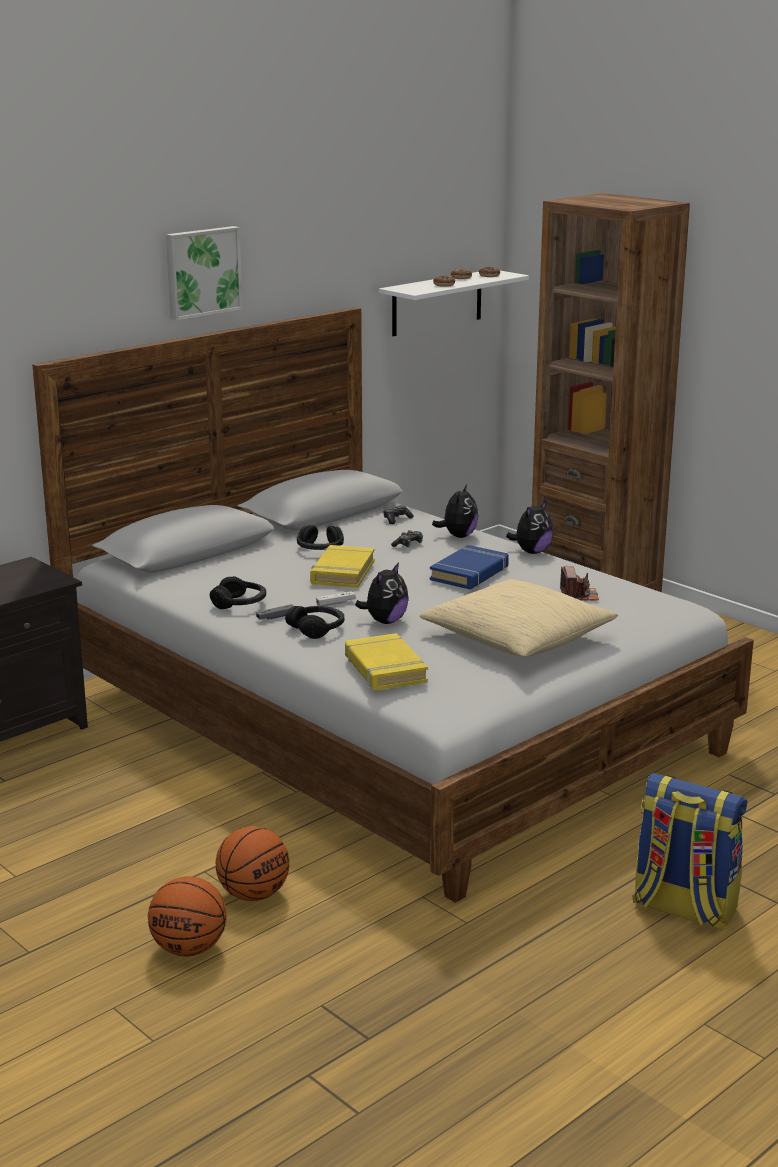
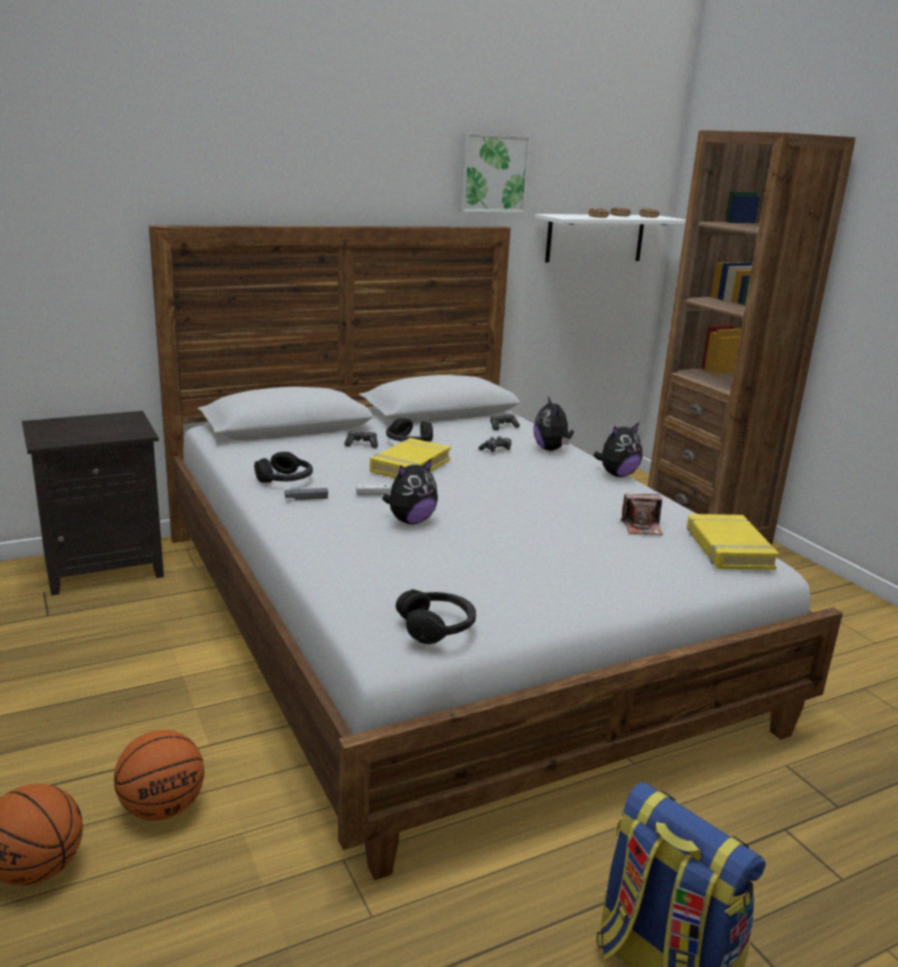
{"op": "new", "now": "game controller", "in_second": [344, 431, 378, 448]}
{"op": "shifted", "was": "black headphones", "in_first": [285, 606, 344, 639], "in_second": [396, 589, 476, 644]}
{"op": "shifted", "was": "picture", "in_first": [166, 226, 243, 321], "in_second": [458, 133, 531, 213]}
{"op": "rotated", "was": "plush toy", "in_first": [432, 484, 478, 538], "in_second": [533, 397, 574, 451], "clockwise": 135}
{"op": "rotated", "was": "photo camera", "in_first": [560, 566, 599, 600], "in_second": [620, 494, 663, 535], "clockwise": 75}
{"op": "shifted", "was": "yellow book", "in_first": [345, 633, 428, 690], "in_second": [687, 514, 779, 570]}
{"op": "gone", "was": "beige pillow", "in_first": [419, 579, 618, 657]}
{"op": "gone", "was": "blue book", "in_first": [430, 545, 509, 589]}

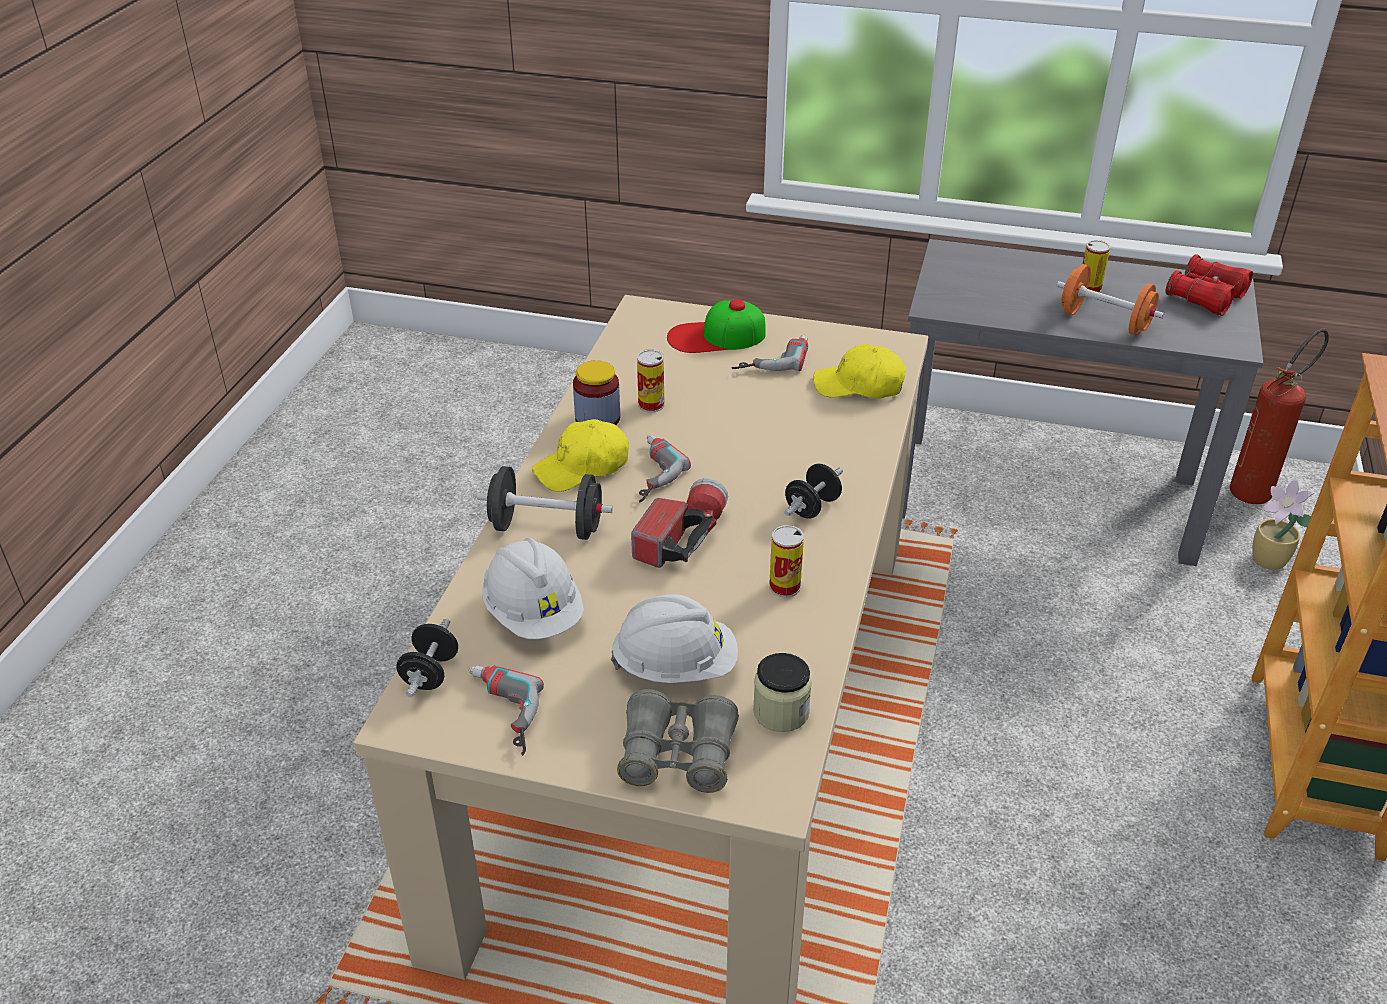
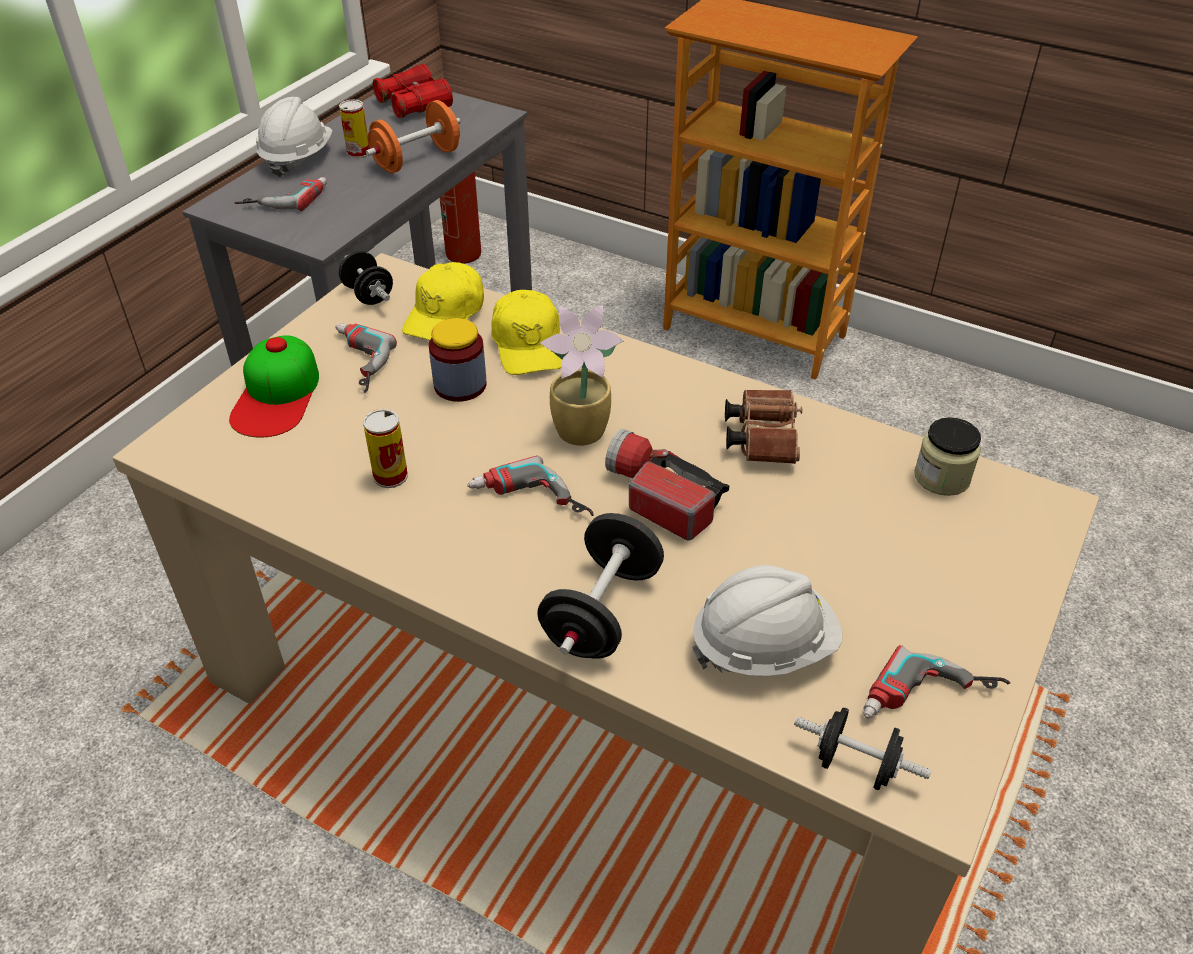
{"op": "new", "now": "power drill", "in_second": [234, 177, 327, 211]}
{"op": "shifted", "was": "white hard hat", "in_first": [611, 594, 738, 683], "in_second": [256, 97, 333, 177]}
{"op": "shifted", "was": "black dumbbell", "in_first": [784, 463, 843, 519], "in_second": [339, 251, 393, 305]}
{"op": "shifted", "was": "jar", "in_first": [573, 360, 620, 425], "in_second": [429, 318, 487, 402]}
{"op": "shifted", "was": "yellow cap", "in_first": [532, 419, 629, 492], "in_second": [491, 290, 562, 375]}
{"op": "shifted", "was": "potted plant", "in_first": [1253, 478, 1314, 570], "in_second": [540, 305, 624, 446]}
{"op": "swapped", "was": "can", "now": "brown binoculars", "in_first": [769, 525, 804, 598], "in_second": [725, 390, 802, 464]}
{"op": "gone", "was": "grey binoculars", "in_first": [617, 689, 739, 793]}

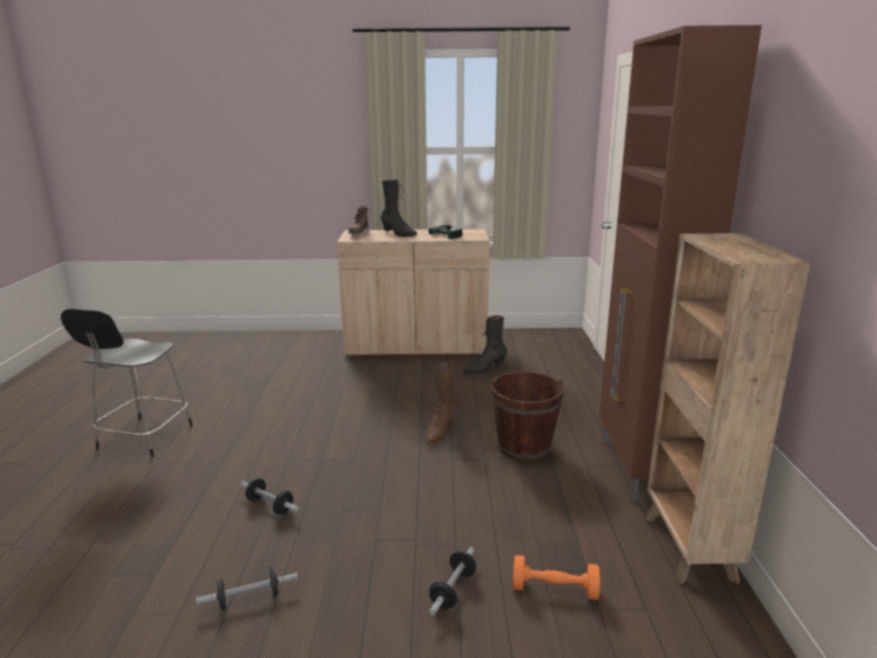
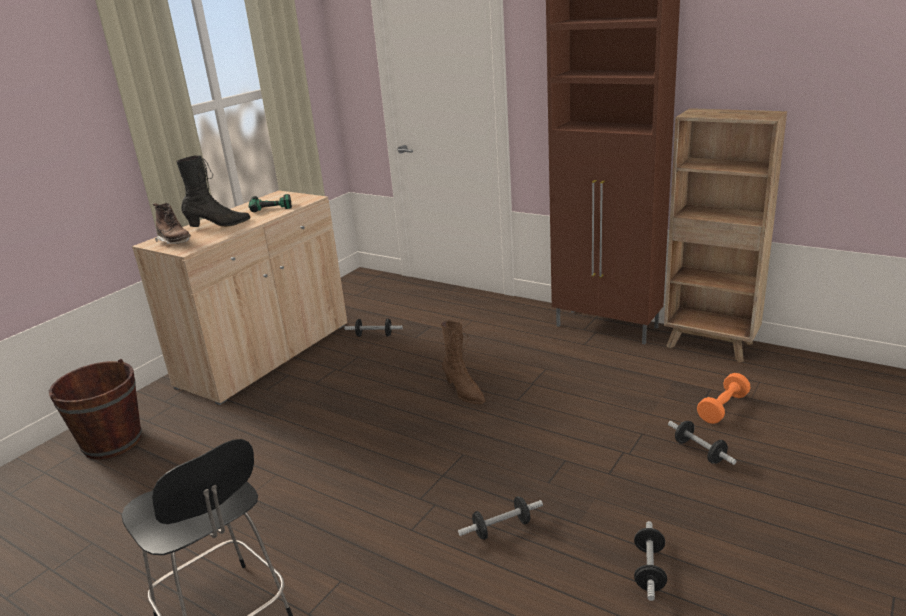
{"op": "shifted", "was": "brown bucket", "in_first": [491, 371, 564, 461], "in_second": [49, 359, 142, 459]}
{"op": "swapped", "was": "black boot", "now": "dumbbell", "in_first": [463, 315, 507, 375], "in_second": [345, 319, 403, 337]}

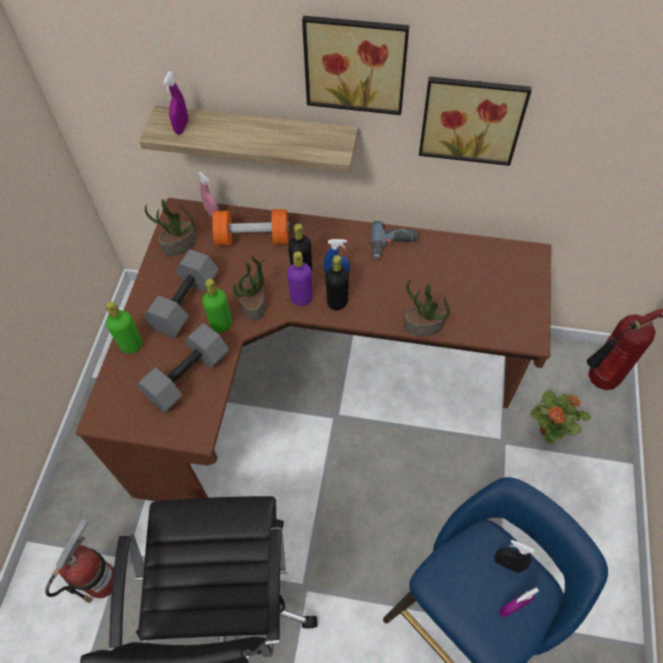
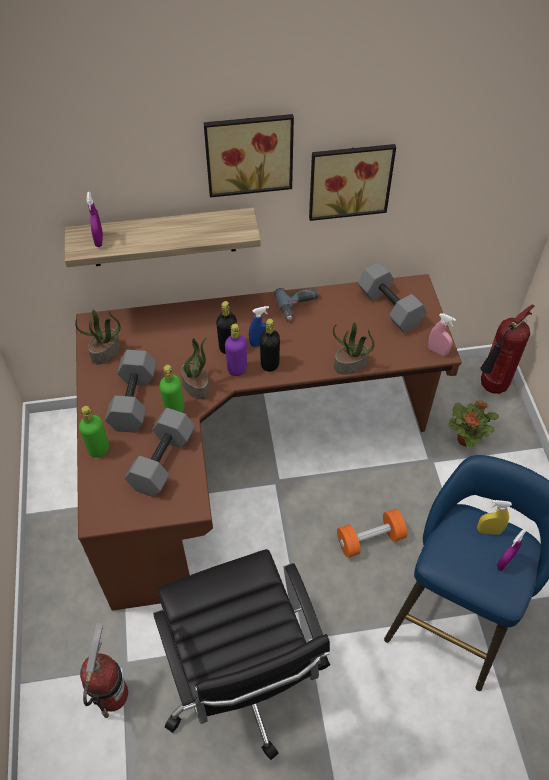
{"op": "shifted", "was": "orange dumbbell", "in_first": [212, 209, 289, 246], "in_second": [337, 509, 407, 558]}
{"op": "new", "now": "grey dumbbell", "in_second": [357, 262, 427, 333]}
{"op": "shifted", "was": "pink spray bottle", "in_first": [198, 172, 219, 218], "in_second": [428, 313, 456, 356]}
{"op": "repainted", "was": "black spray bottle", "now": "yellow spray bottle", "in_first": [494, 540, 534, 573], "in_second": [477, 500, 512, 535]}

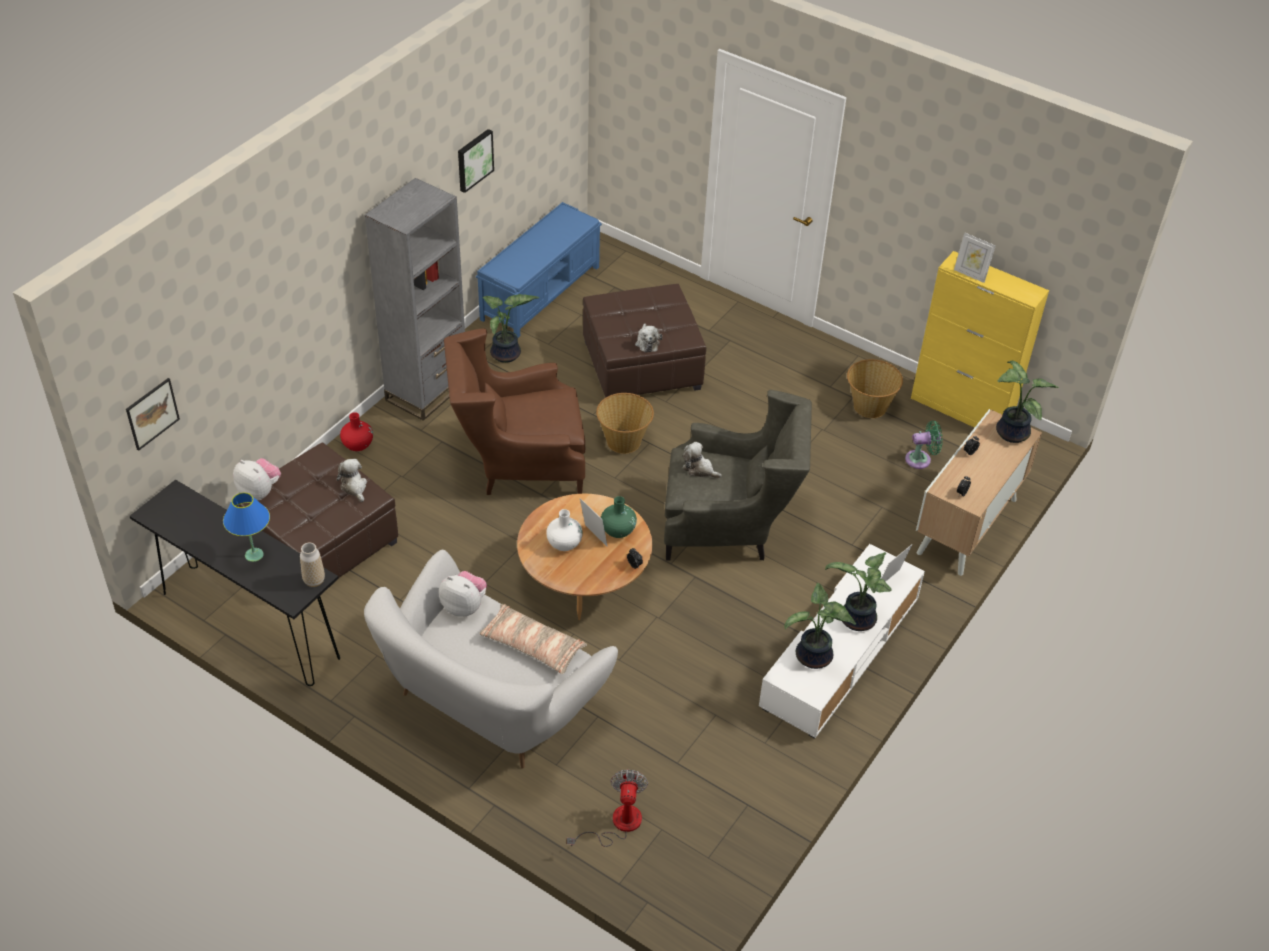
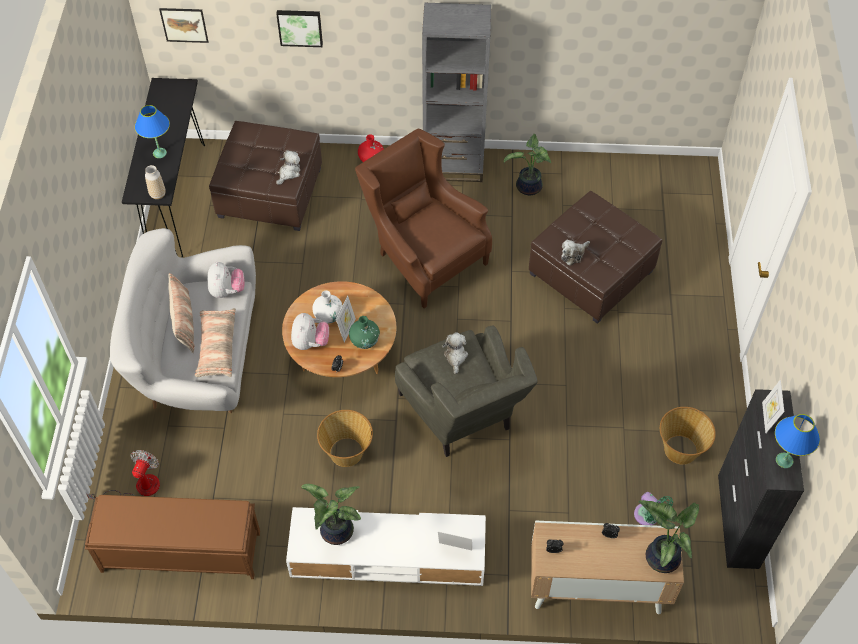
{"op": "new", "now": "brown bench", "in_second": [85, 495, 260, 579]}
{"op": "rotated", "was": "fan", "in_first": [567, 769, 648, 847], "in_second": [87, 450, 160, 499], "clockwise": -45}
{"op": "new", "now": "pillow", "in_second": [168, 273, 194, 353]}
{"op": "shifted", "was": "picture", "in_first": [458, 129, 494, 193], "in_second": [276, 10, 323, 47]}
{"op": "shifted", "was": "plush toy", "in_first": [233, 458, 281, 500], "in_second": [291, 313, 329, 350]}
{"op": "shifted", "was": "basket", "in_first": [596, 393, 654, 454], "in_second": [317, 410, 373, 467]}
{"op": "repainted", "was": "yellow cabinet", "now": "black cabinet", "in_first": [911, 251, 1049, 428], "in_second": [718, 389, 804, 569]}
{"op": "new", "now": "blue table lamp", "in_second": [775, 414, 820, 468]}
{"op": "gone", "was": "blue bench", "in_first": [476, 202, 602, 338]}
{"op": "gone", "was": "potted plant", "in_first": [825, 552, 892, 631]}

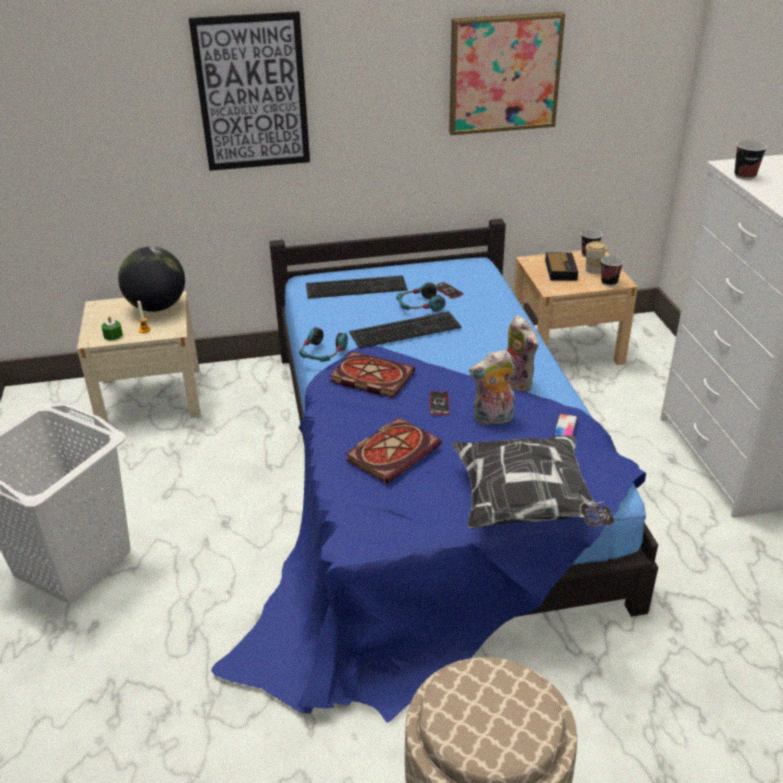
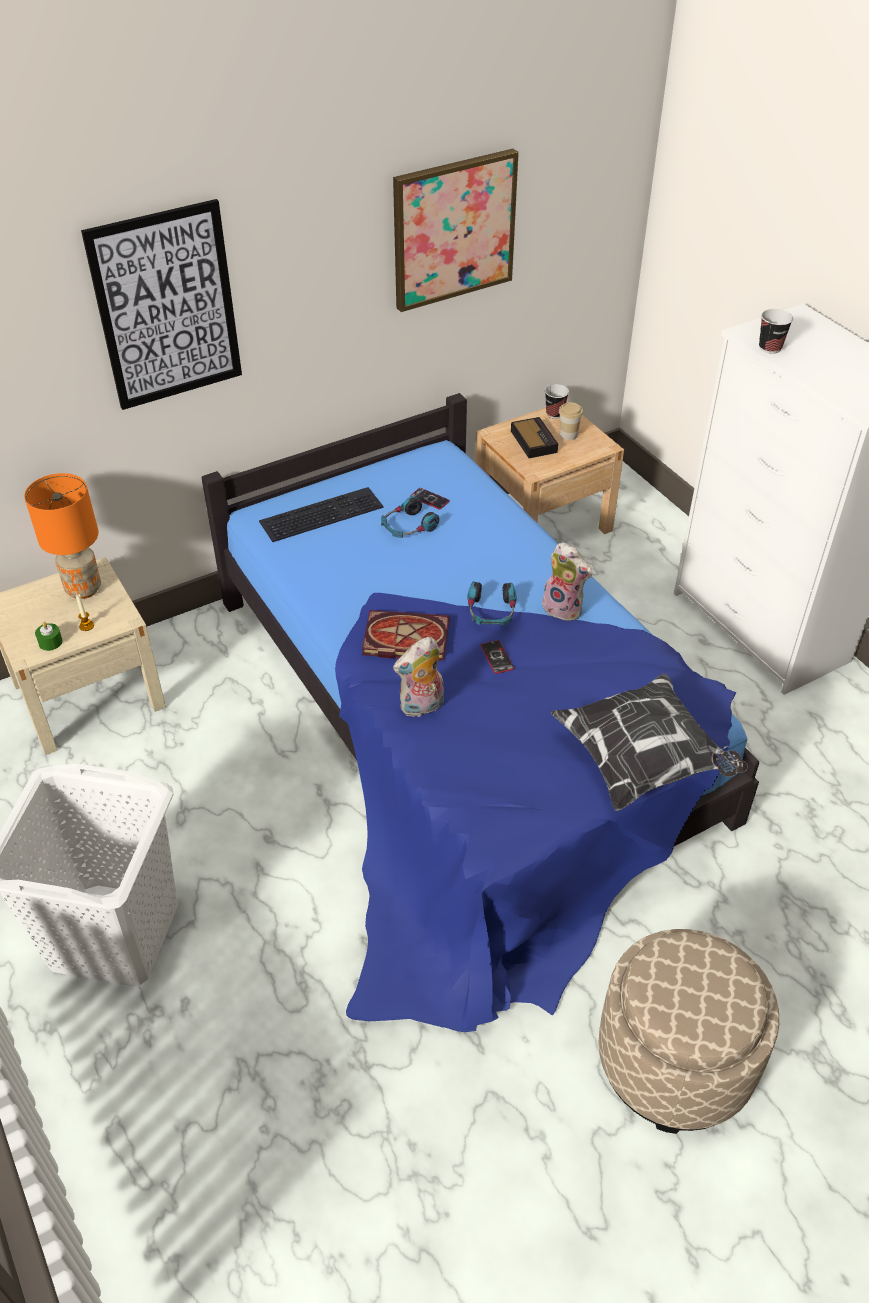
{"op": "swapped", "was": "globe", "now": "orange table lamp", "in_first": [118, 247, 185, 312], "in_second": [24, 473, 101, 599]}
{"op": "shifted", "was": "plush toy", "in_first": [469, 350, 515, 425], "in_second": [393, 637, 444, 718]}
{"op": "shifted", "was": "headphones", "in_first": [299, 327, 348, 362], "in_second": [467, 581, 517, 626]}
{"op": "gone", "was": "book", "in_first": [345, 417, 442, 484]}
{"op": "gone", "was": "keyboard", "in_first": [349, 311, 462, 349]}
{"op": "gone", "was": "phone", "in_first": [553, 413, 578, 437]}
{"op": "gone", "was": "cup", "in_first": [601, 256, 624, 286]}

